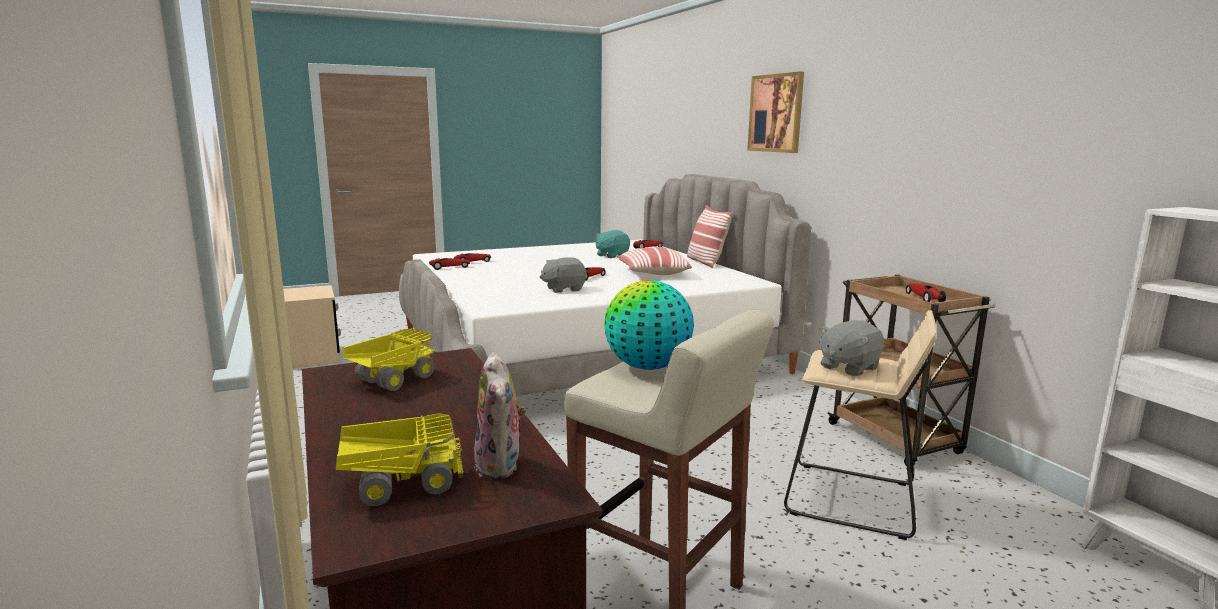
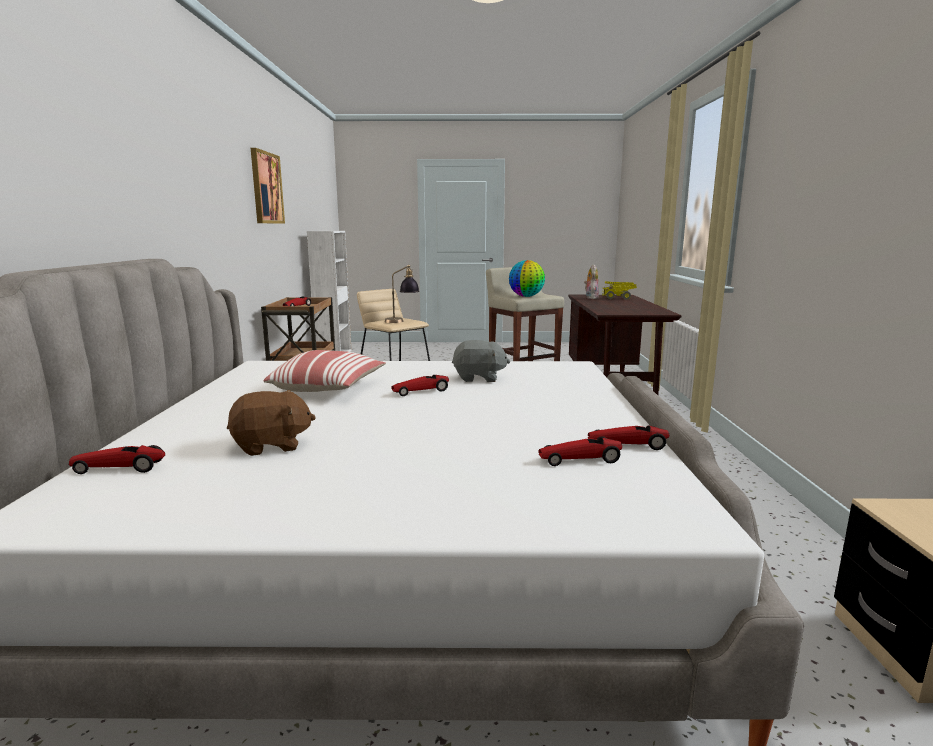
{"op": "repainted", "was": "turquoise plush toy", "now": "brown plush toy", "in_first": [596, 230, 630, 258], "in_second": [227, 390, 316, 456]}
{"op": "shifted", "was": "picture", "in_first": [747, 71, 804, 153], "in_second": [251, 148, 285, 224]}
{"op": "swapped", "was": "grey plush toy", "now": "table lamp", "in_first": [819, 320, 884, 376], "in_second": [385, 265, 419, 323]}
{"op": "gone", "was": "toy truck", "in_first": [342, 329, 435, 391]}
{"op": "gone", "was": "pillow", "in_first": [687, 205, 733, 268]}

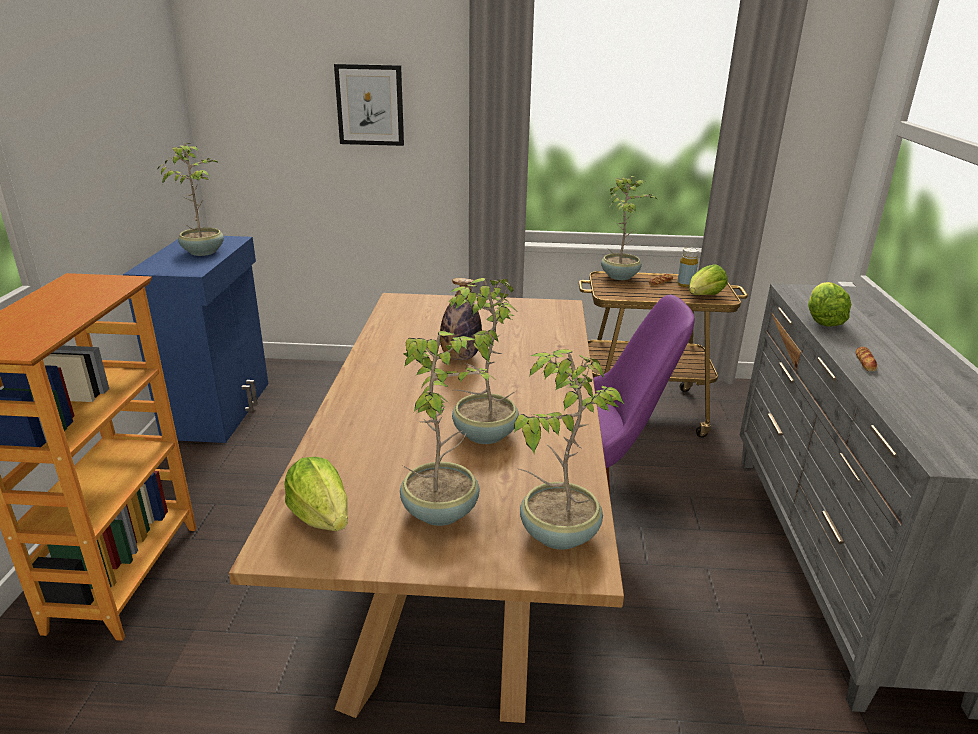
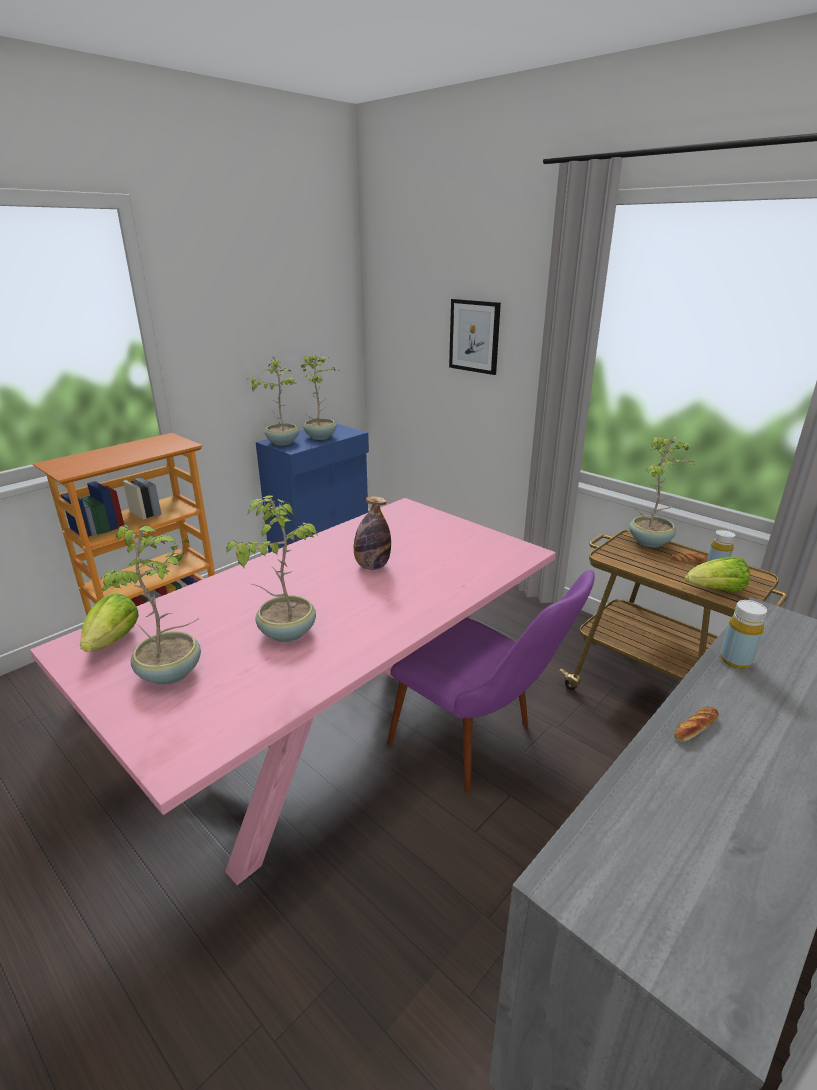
{"op": "repainted", "was": "brown dining table", "now": "pink dining table", "in_first": [229, 293, 624, 723], "in_second": [30, 498, 556, 885]}
{"op": "shifted", "was": "potted plant", "in_first": [514, 349, 625, 550], "in_second": [247, 357, 299, 445]}
{"op": "swapped", "was": "lettuce", "now": "yellow bottle", "in_first": [808, 282, 851, 327], "in_second": [720, 600, 767, 669]}

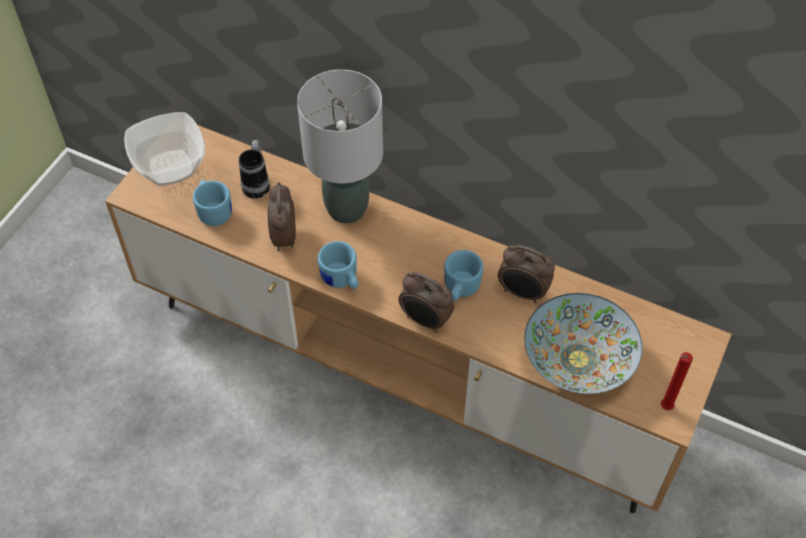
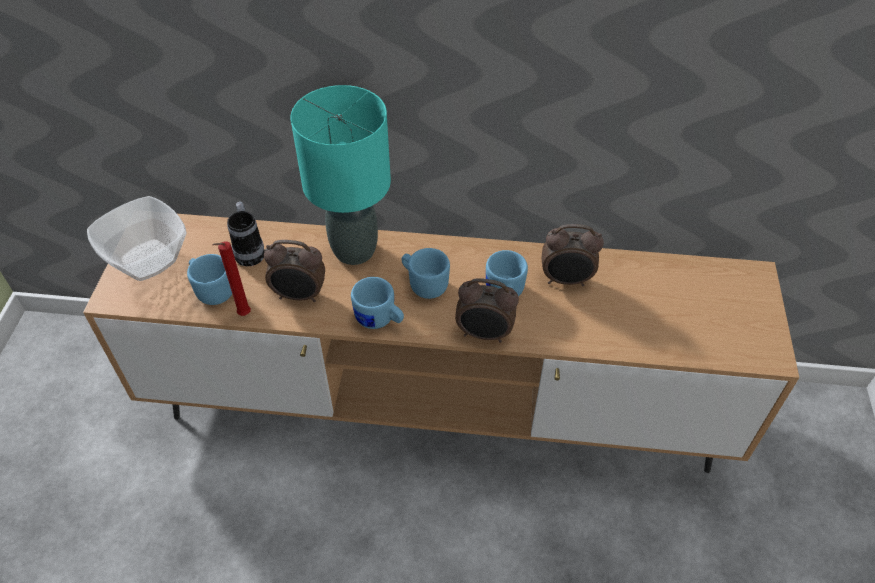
{"op": "shifted", "was": "red candle", "in_first": [661, 352, 693, 410], "in_second": [212, 241, 251, 316]}
{"op": "rotated", "was": "alarm clock", "in_first": [268, 182, 296, 251], "in_second": [264, 240, 325, 302], "clockwise": -60}
{"op": "repainted", "was": "grey table lamp", "now": "turquoise table lamp", "in_first": [297, 69, 383, 223], "in_second": [290, 85, 391, 265]}
{"op": "new", "now": "blue mug", "in_second": [401, 248, 450, 299]}
{"op": "gone", "was": "bowl", "in_first": [524, 293, 642, 394]}

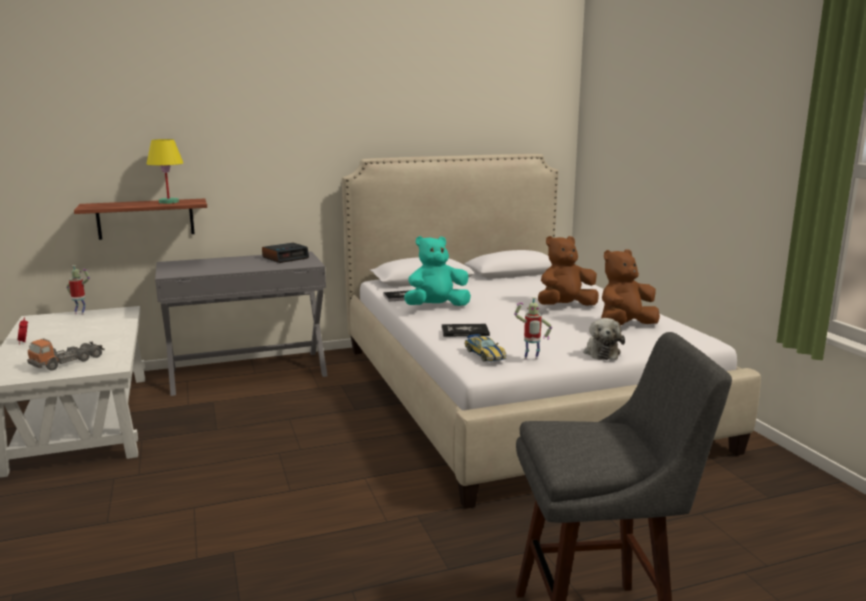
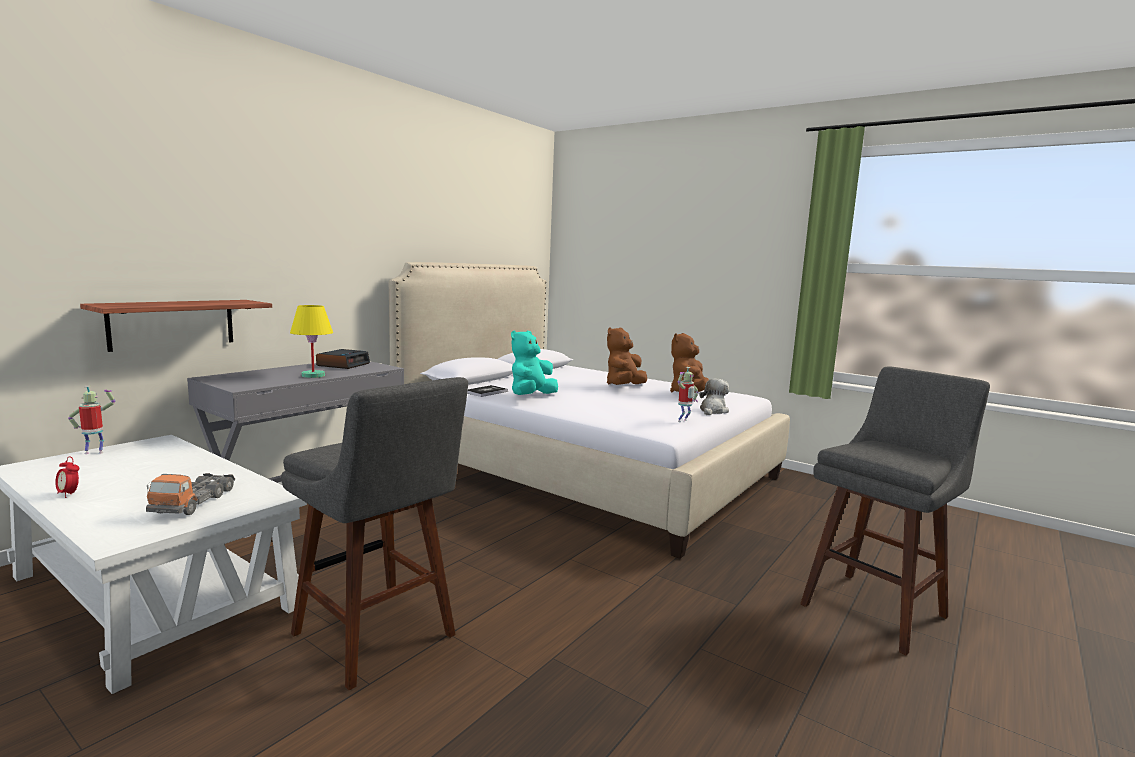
{"op": "new", "now": "grey stool", "in_second": [281, 377, 468, 690]}
{"op": "shifted", "was": "yellow table lamp", "in_first": [147, 139, 183, 204], "in_second": [290, 305, 333, 378]}
{"op": "rotated", "was": "plush toy", "in_first": [583, 318, 625, 360], "in_second": [699, 379, 729, 415], "clockwise": -120}
{"op": "gone", "was": "book", "in_first": [442, 324, 490, 337]}
{"op": "gone", "was": "toy car", "in_first": [464, 334, 507, 362]}

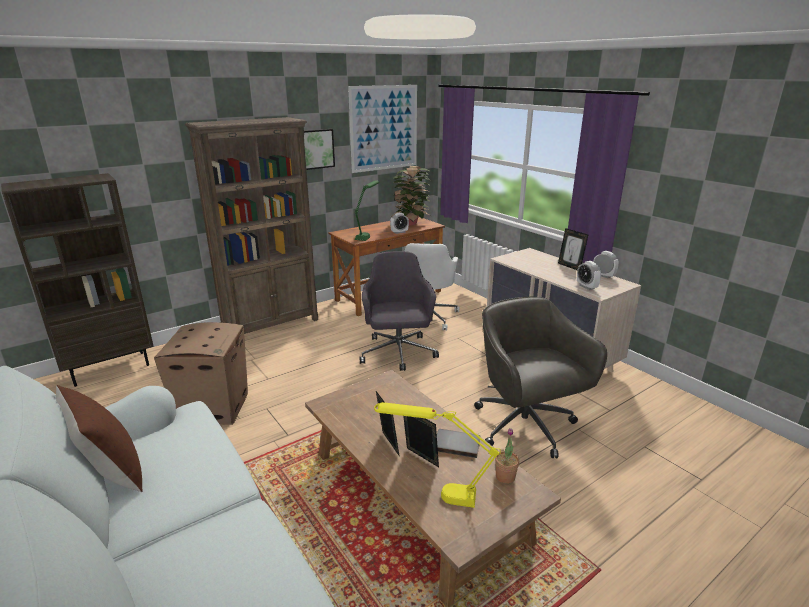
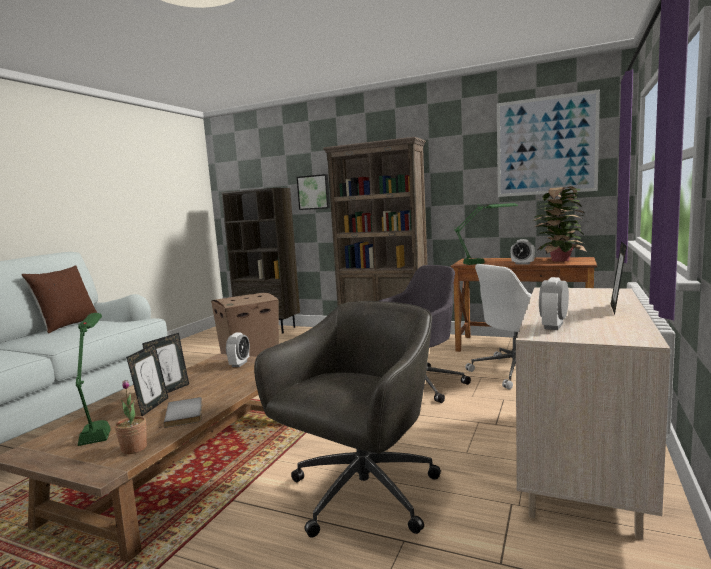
{"op": "repainted", "was": "yellow table lamp", "now": "green table lamp", "in_first": [374, 402, 501, 508], "in_second": [76, 313, 111, 446]}
{"op": "shifted", "was": "alarm clock", "in_first": [593, 251, 619, 279], "in_second": [226, 333, 250, 367]}
{"op": "shifted", "was": "picture", "in_first": [304, 129, 335, 170], "in_second": [297, 174, 330, 210]}

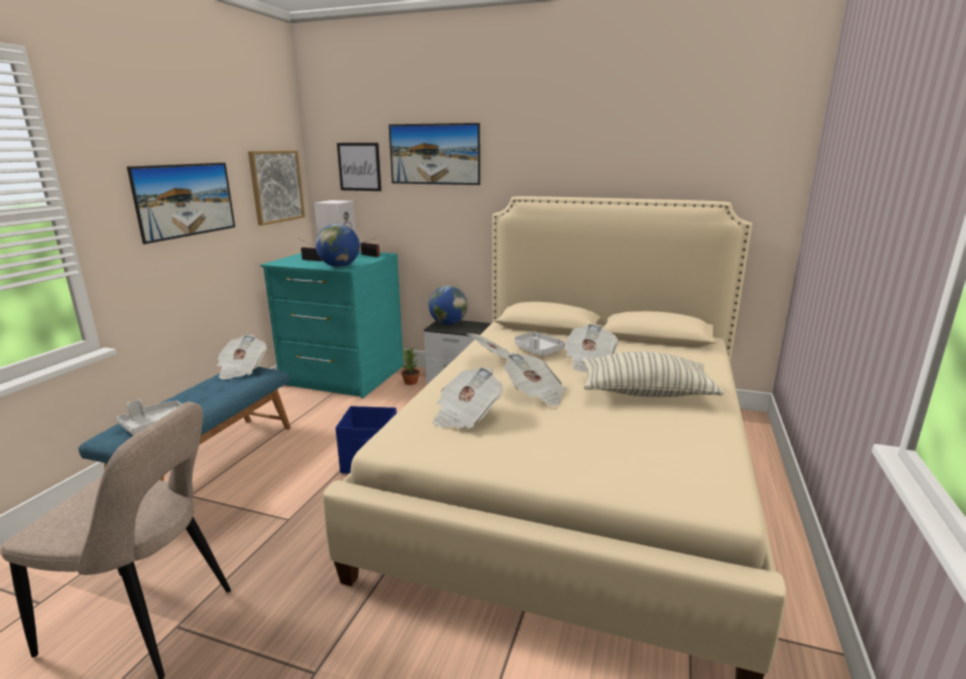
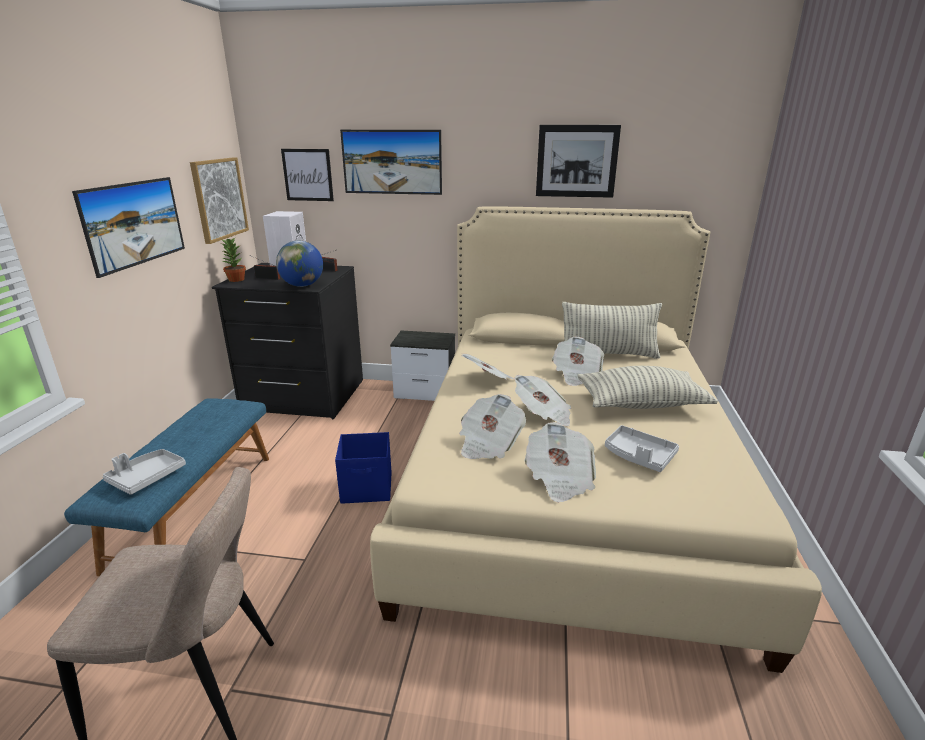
{"op": "repainted", "was": "turquoise dresser", "now": "black dresser", "in_first": [260, 251, 403, 399], "in_second": [212, 263, 363, 420]}
{"op": "shifted", "was": "potted plant", "in_first": [400, 347, 420, 385], "in_second": [221, 238, 246, 282]}
{"op": "shifted", "was": "newspaper", "in_first": [217, 335, 267, 379], "in_second": [525, 422, 596, 503]}
{"op": "new", "now": "picture", "in_second": [536, 125, 621, 198]}
{"op": "new", "now": "pillow", "in_second": [562, 302, 662, 359]}
{"op": "shifted", "was": "grey tray", "in_first": [514, 331, 565, 356], "in_second": [605, 425, 679, 472]}
{"op": "gone", "was": "globe", "in_first": [429, 286, 467, 325]}

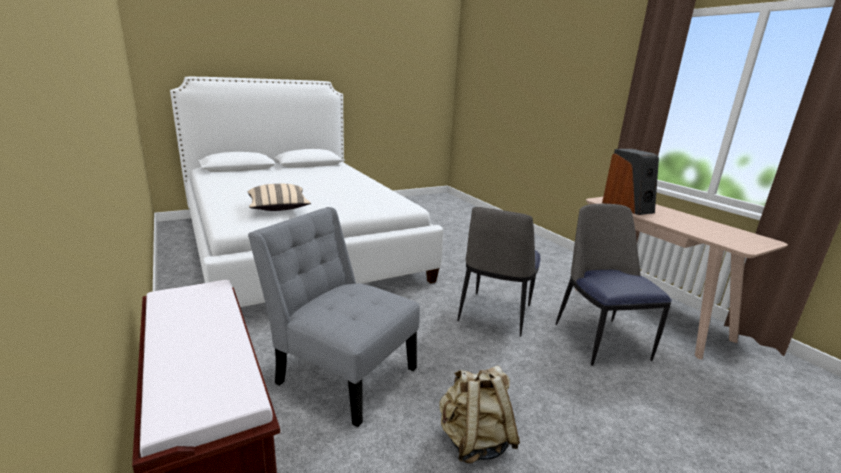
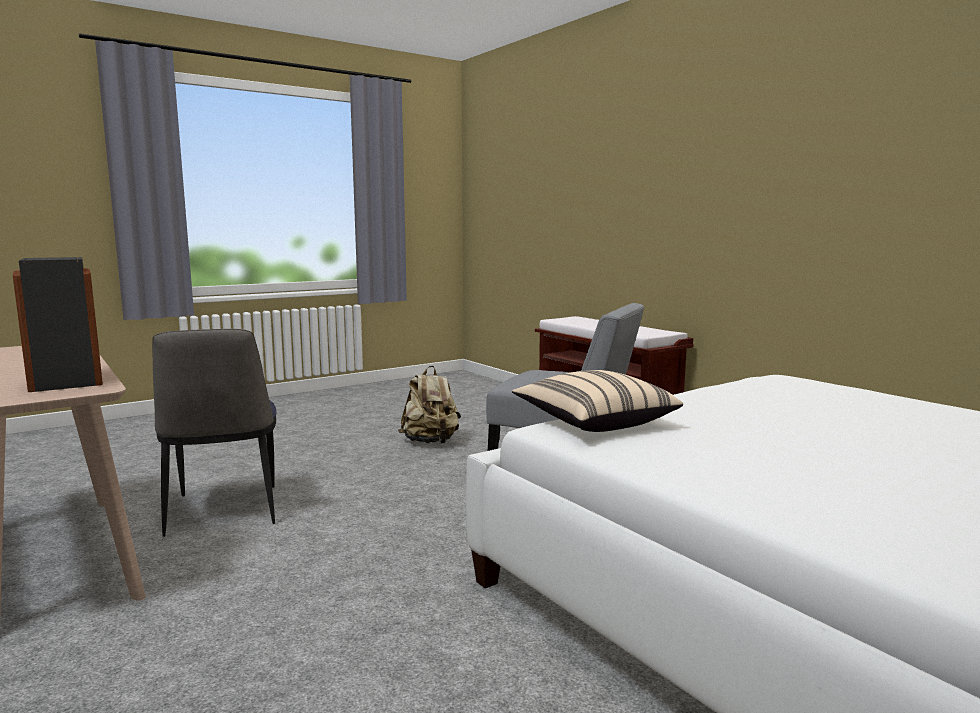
{"op": "shifted", "was": "beige pillow", "in_first": [248, 184, 311, 211], "in_second": [512, 370, 683, 432]}
{"op": "gone", "was": "chair", "in_first": [457, 207, 540, 337]}

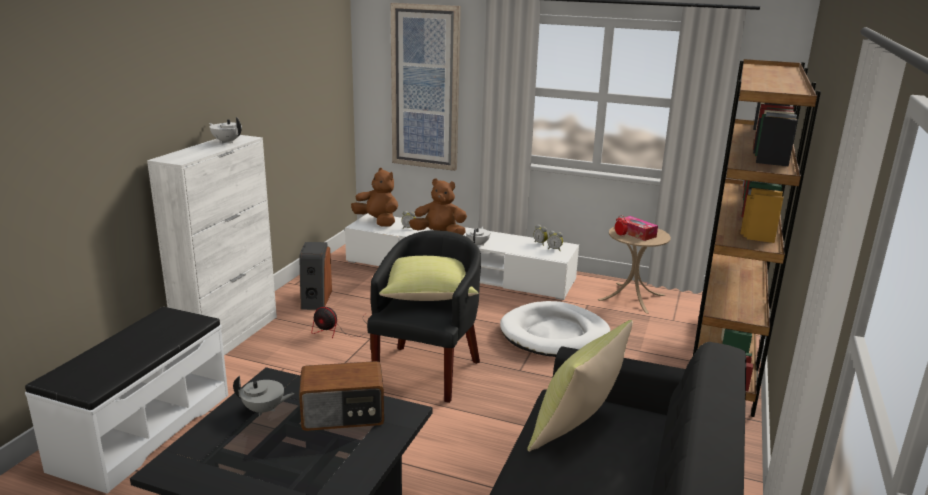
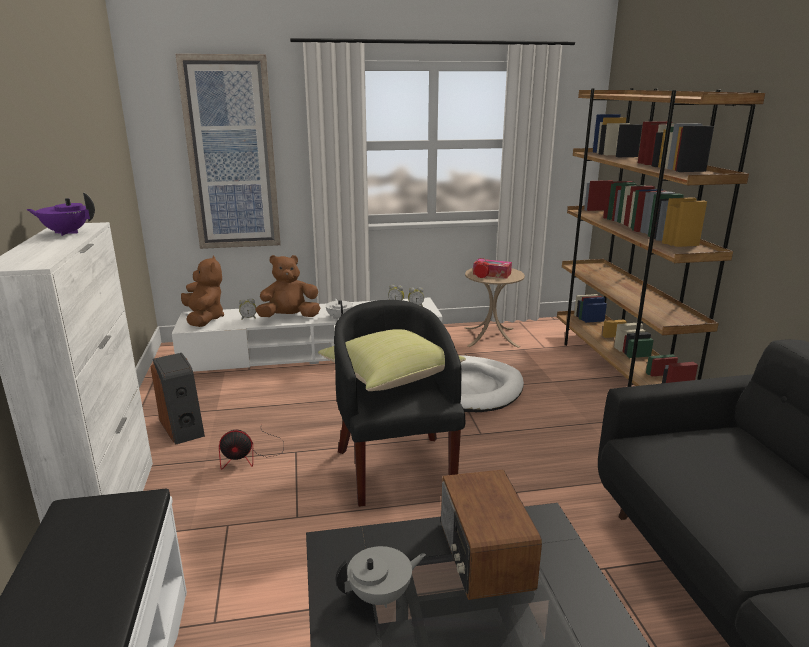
{"op": "repainted", "was": "white teapot", "now": "purple teapot", "in_first": [209, 117, 242, 143], "in_second": [26, 193, 95, 236]}
{"op": "rotated", "was": "brown plush toy", "in_first": [351, 168, 398, 227], "in_second": [181, 256, 224, 327], "clockwise": 60}
{"op": "rotated", "was": "radio", "in_first": [299, 361, 384, 431], "in_second": [441, 469, 542, 600], "clockwise": 120}
{"op": "gone", "was": "yellow pillow", "in_first": [527, 320, 633, 452]}

